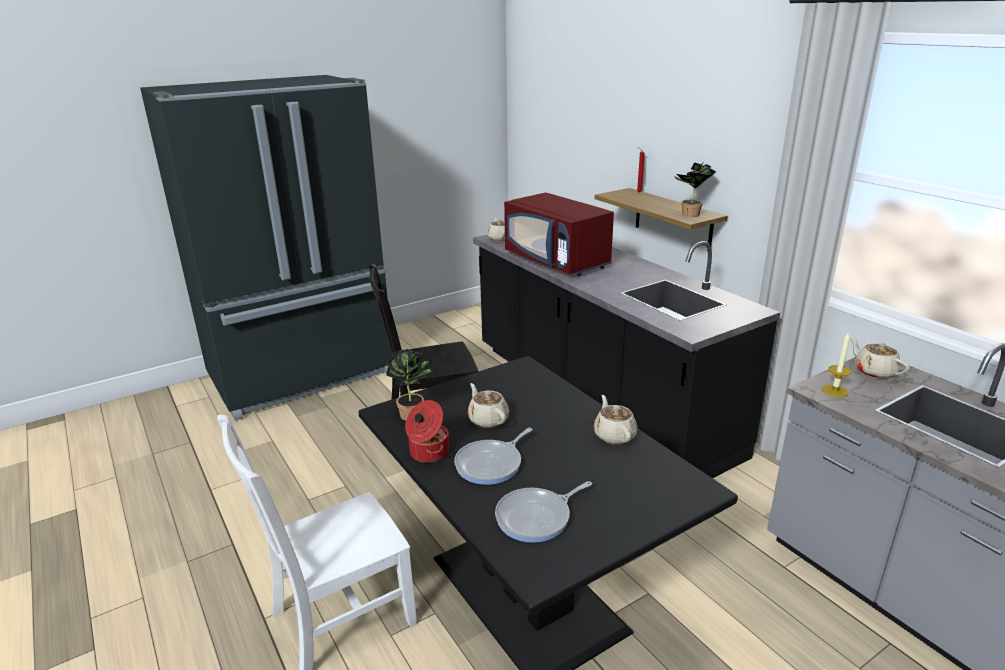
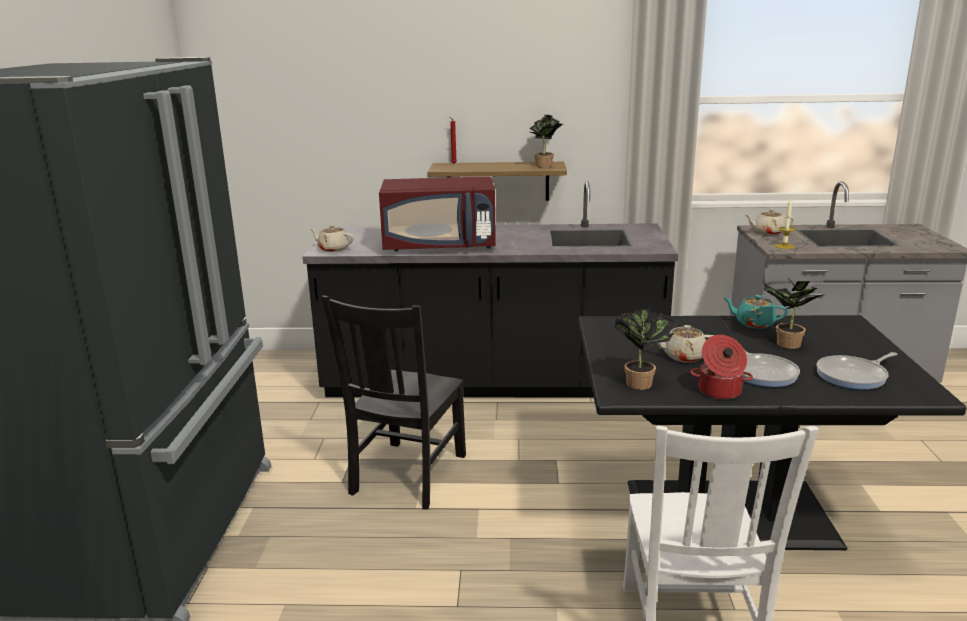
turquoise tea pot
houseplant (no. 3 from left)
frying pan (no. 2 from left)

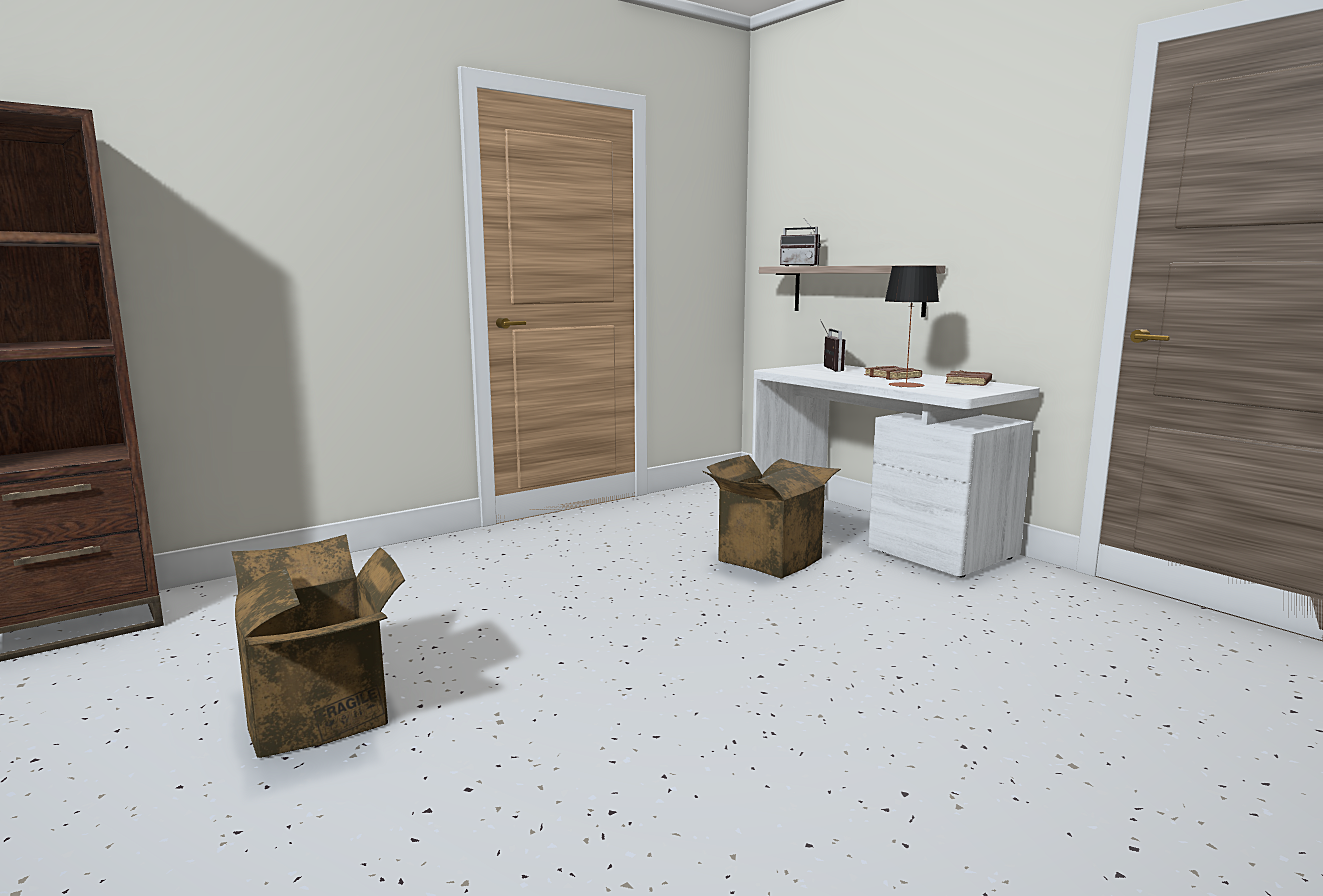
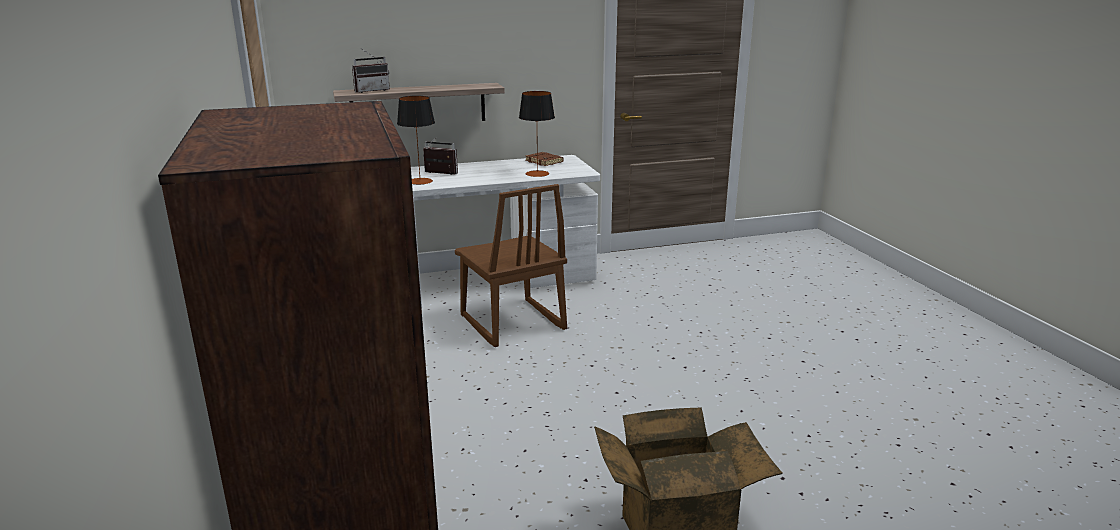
tabletop lamp (no. 1 from left)
brownish chair
brownish book (no. 1 from left in the first image)

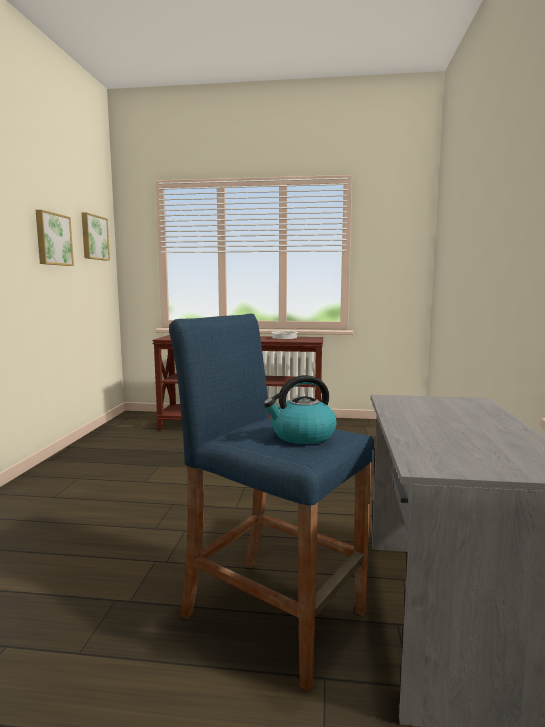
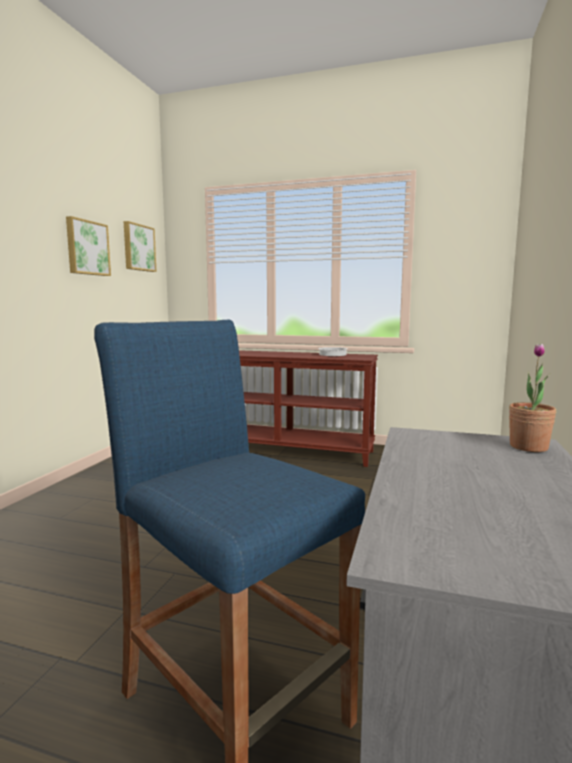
houseplant
tea kettle

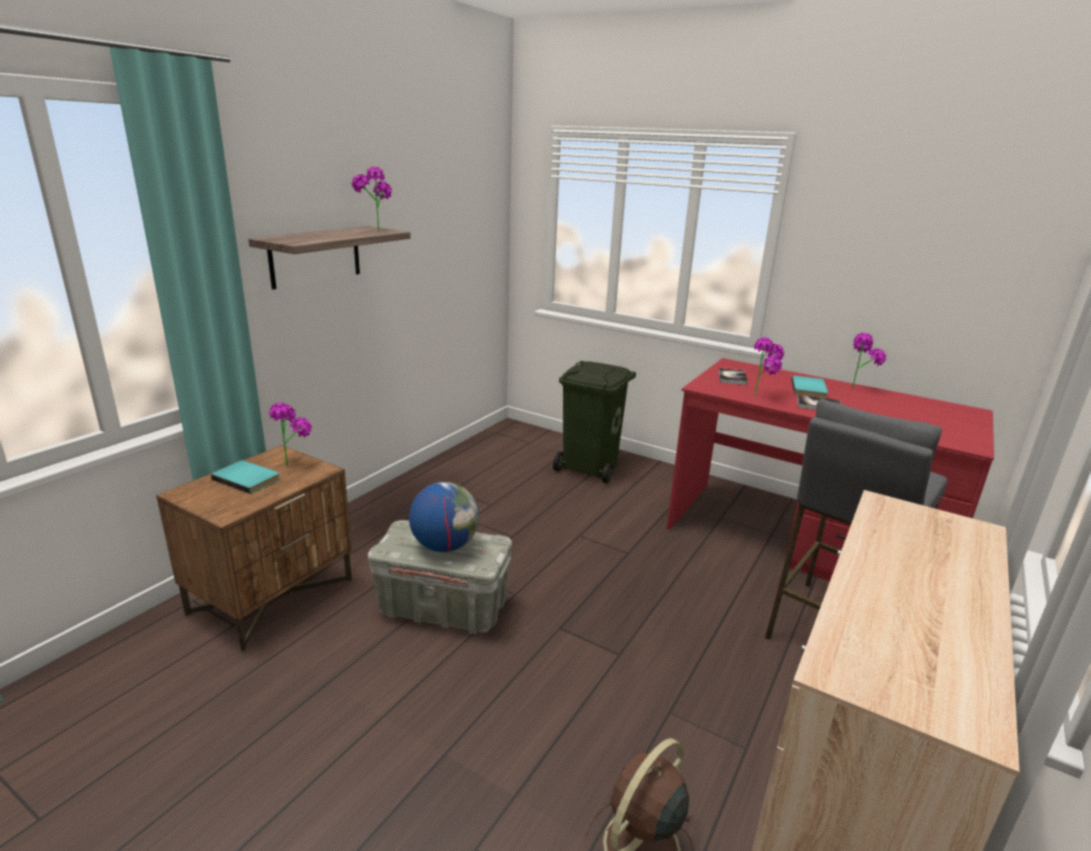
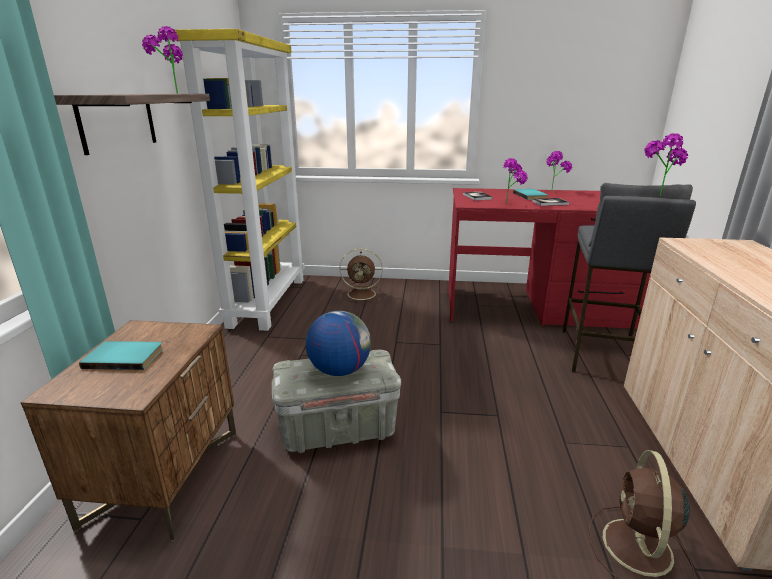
yellow-coloured bookshelf
brownish electric fan (no. 1 from left)
houseplant (no. 4 from left)

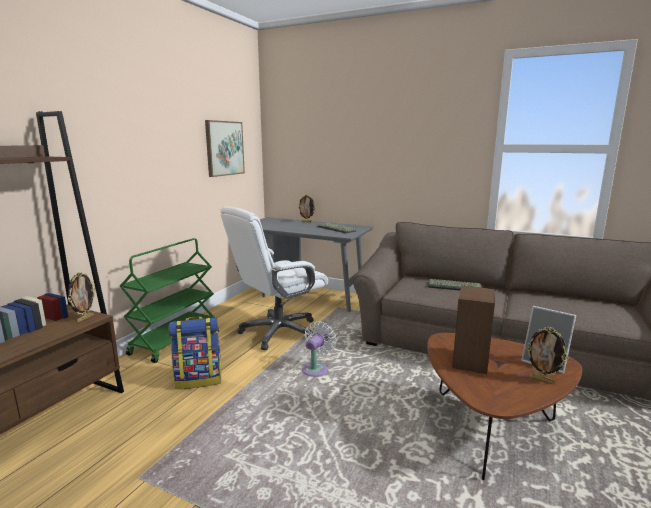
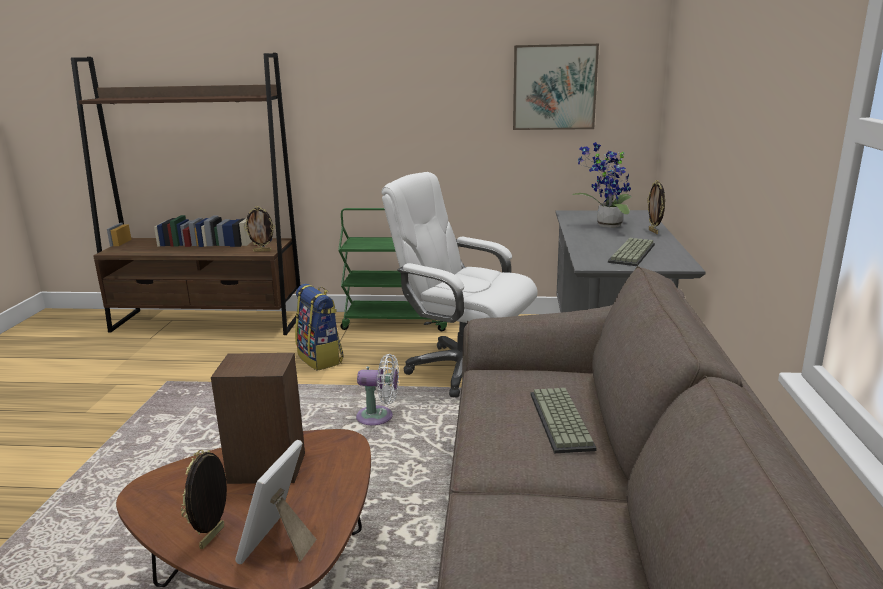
houseplant

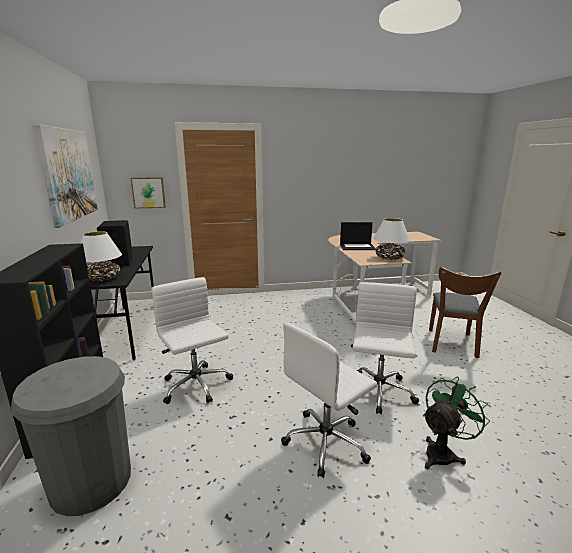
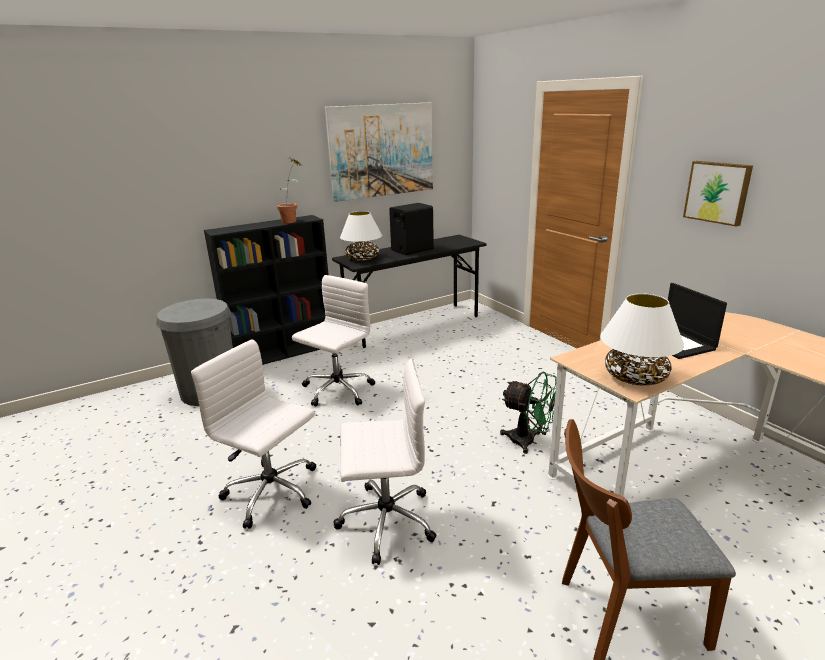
houseplant
greenish electric fan
wall picture (no. 2 from left)

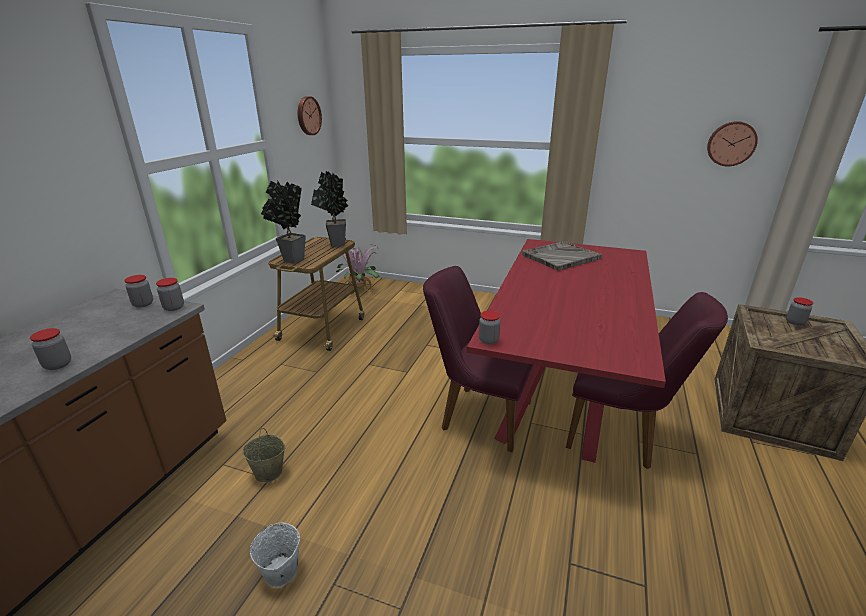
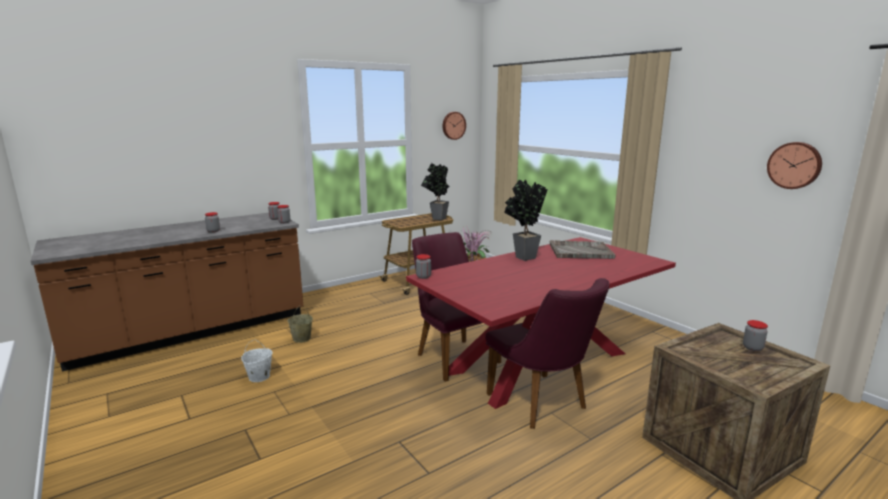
houseplant (no. 3 from left)

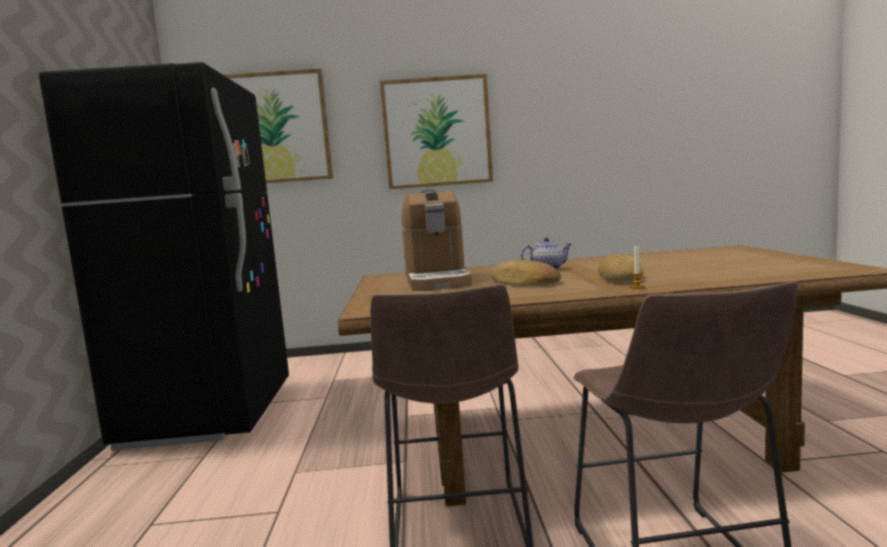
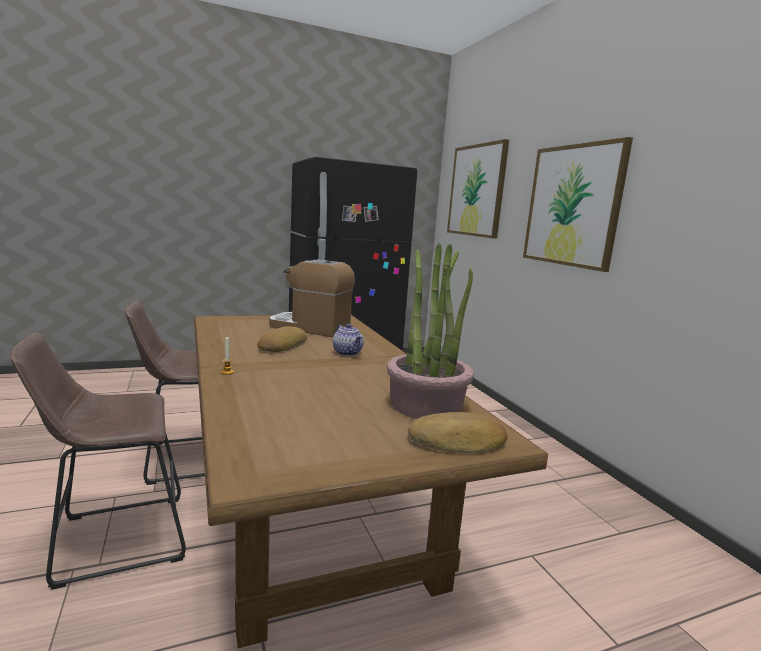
coffee brewer
houseplant
baked bread (no. 2 from left)

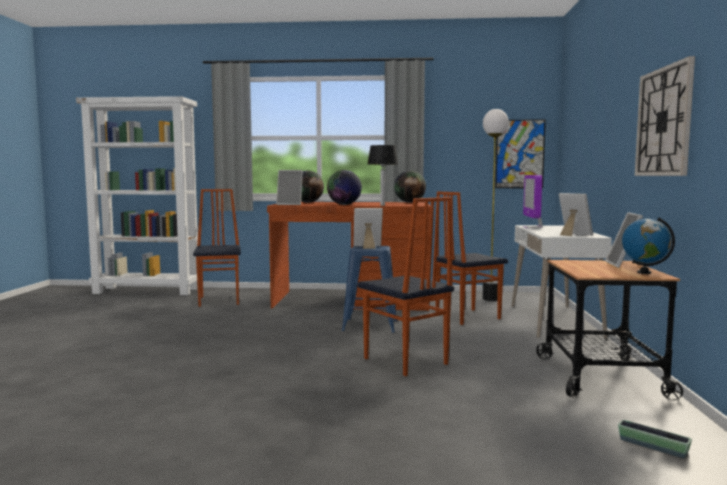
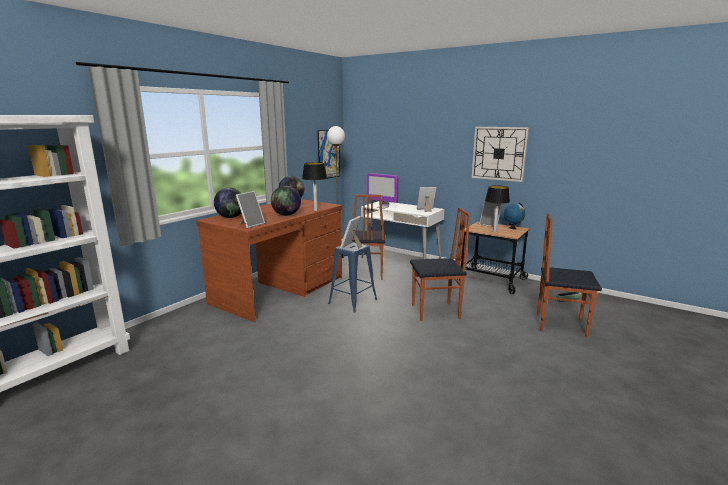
tabletop lamp (no. 2 from left)
chair (no. 3 from left)

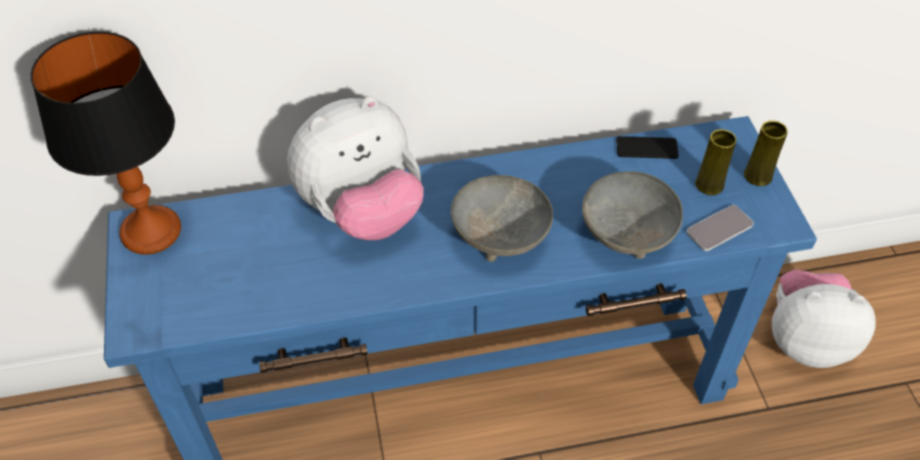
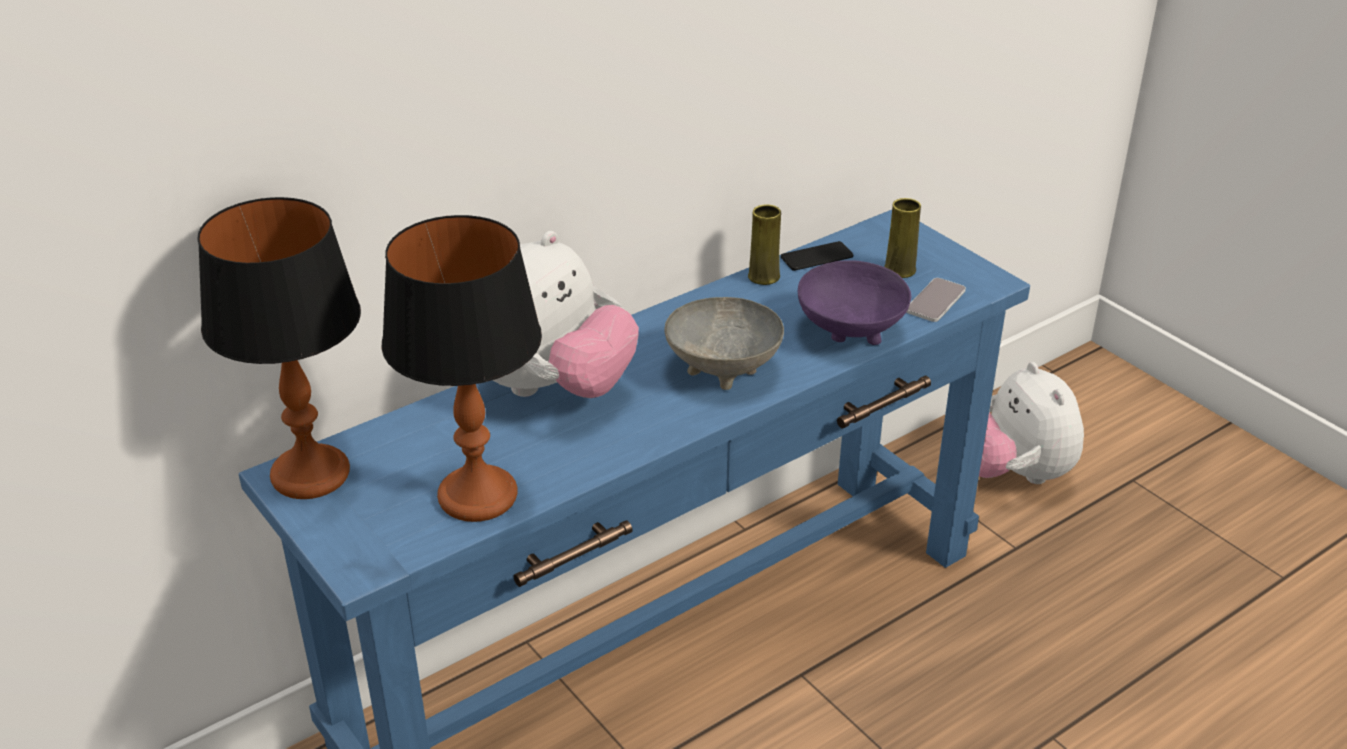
tabletop lamp (no. 2 from left)
yellow-coloured flower vase (no. 1 from left)
purplish serving bowl
plush toy (no. 2 from left)

